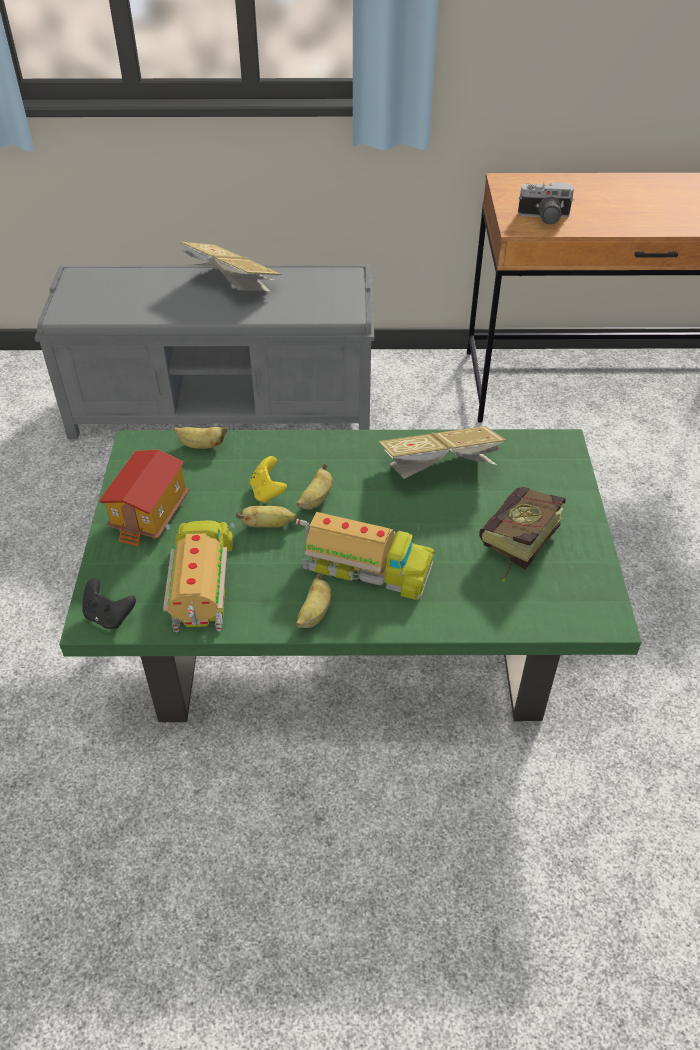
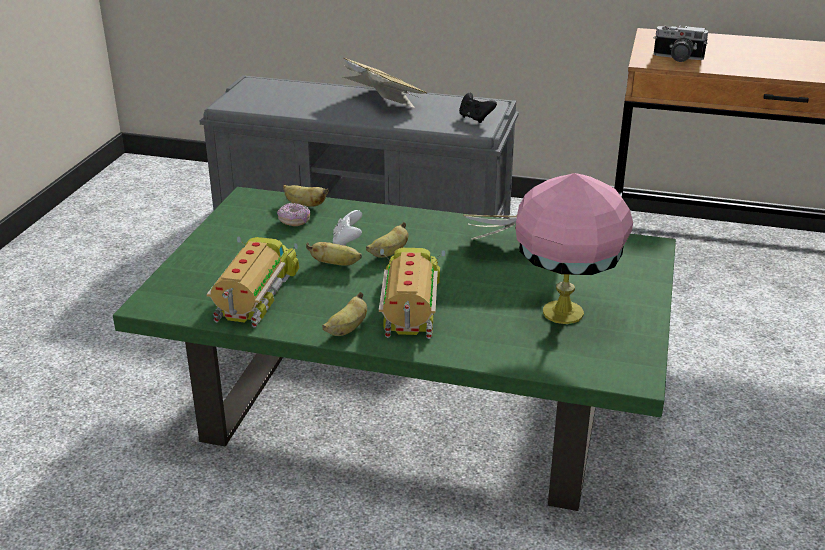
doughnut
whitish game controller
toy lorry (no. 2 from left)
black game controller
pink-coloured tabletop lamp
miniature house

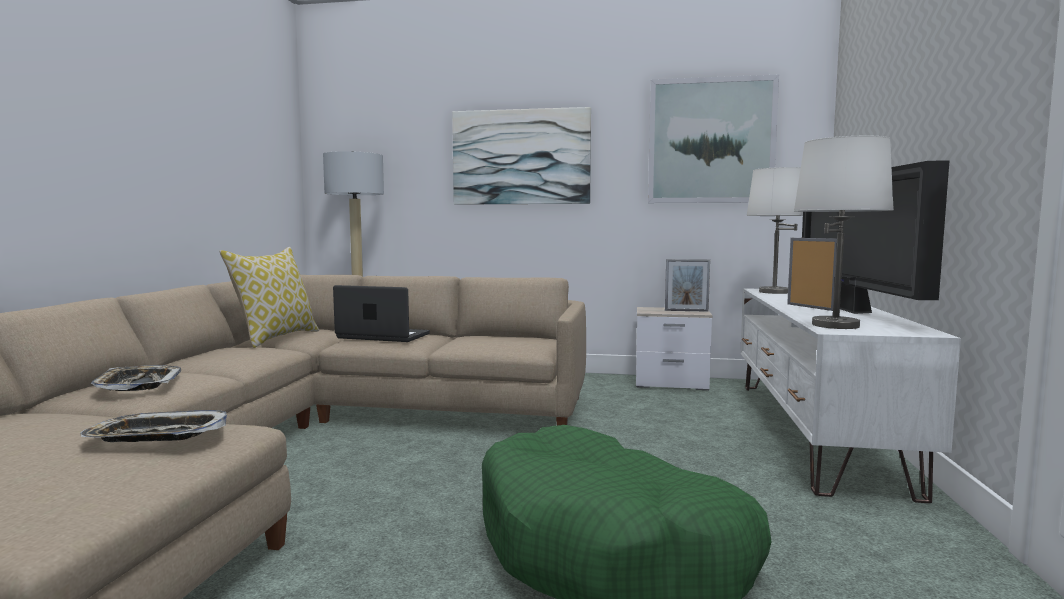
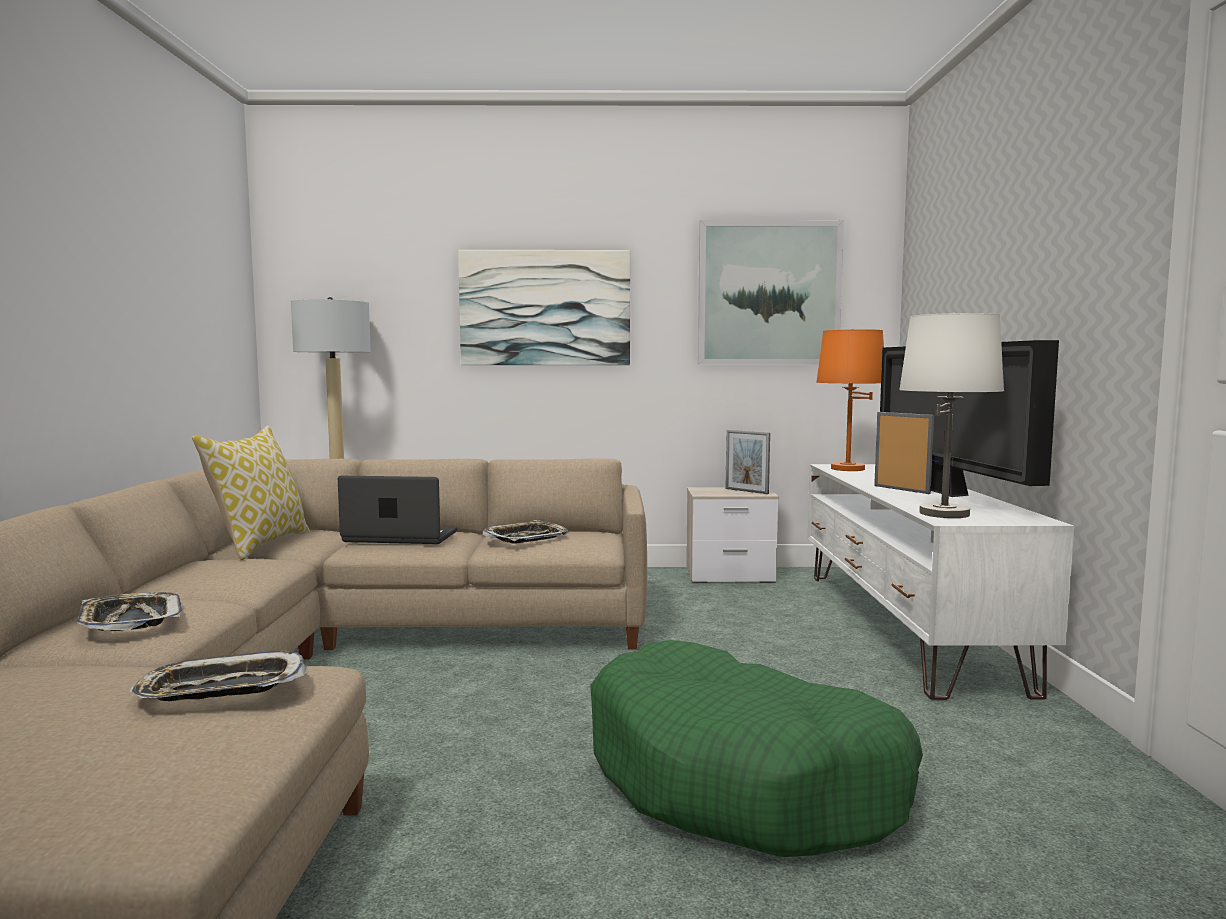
serving tray (no. 3 from left)
standing frame (no. 1 from left)
orange-coloured tabletop lamp

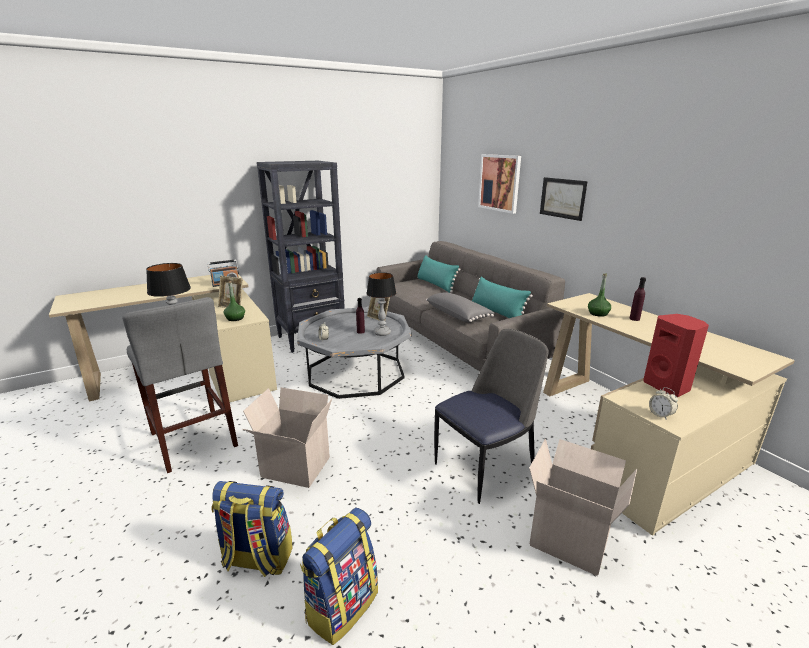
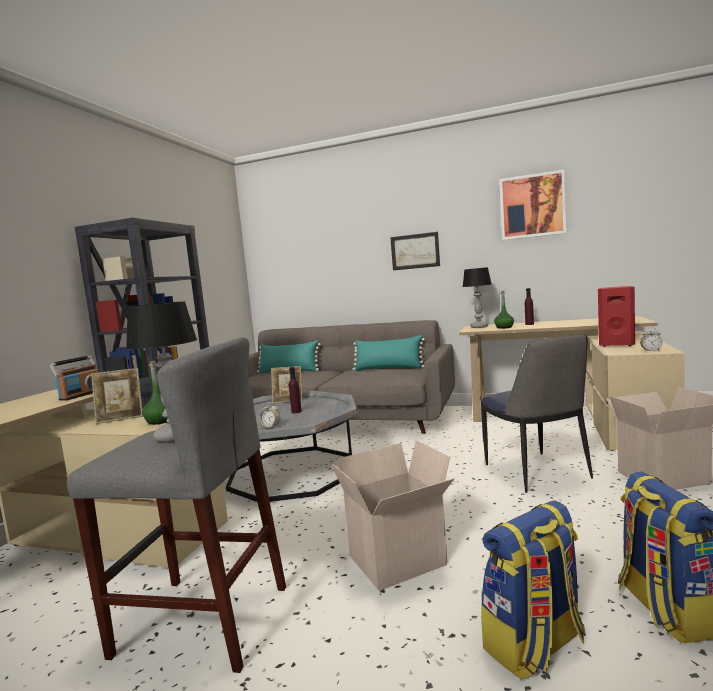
tabletop lamp (no. 2 from left)
chair
wall picture (no. 2 from left)
grey pillow

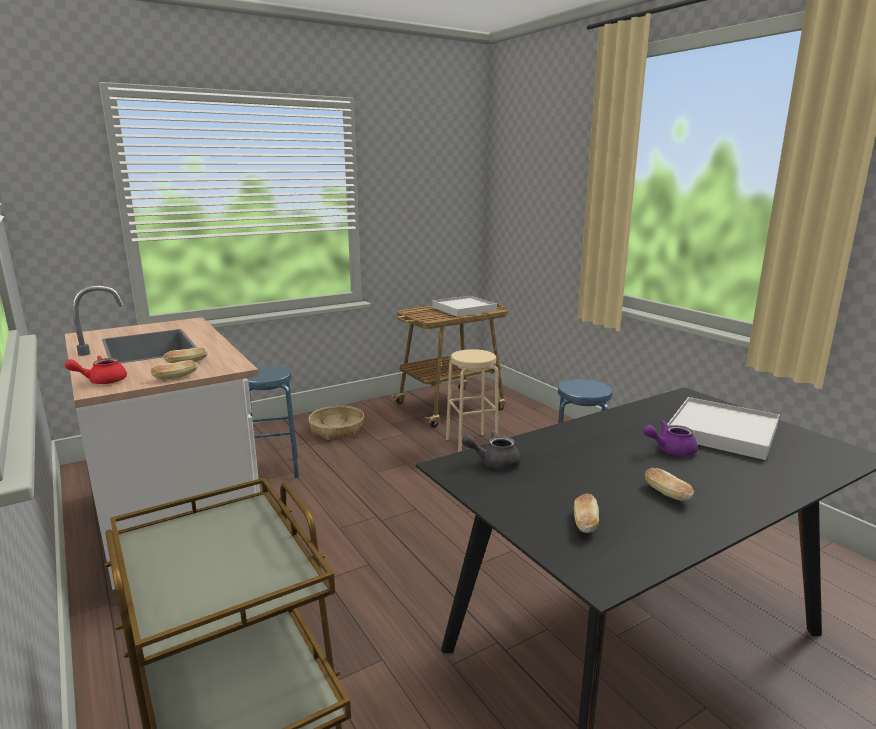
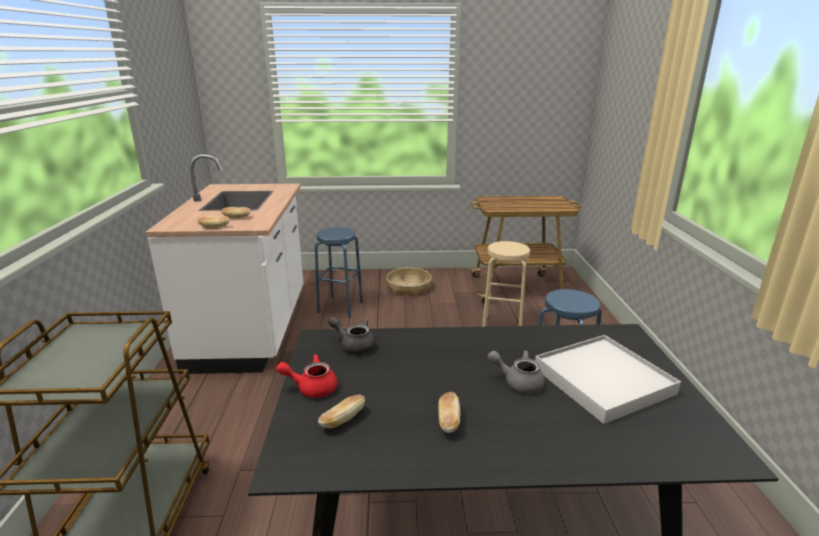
red-coloured tea pot
grey tea pot (no. 2 from left)
whitish serving tray (no. 1 from left in the first image)

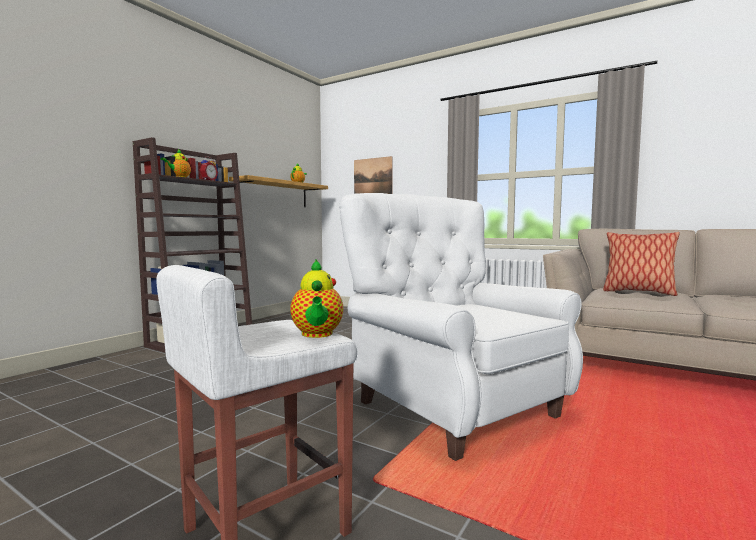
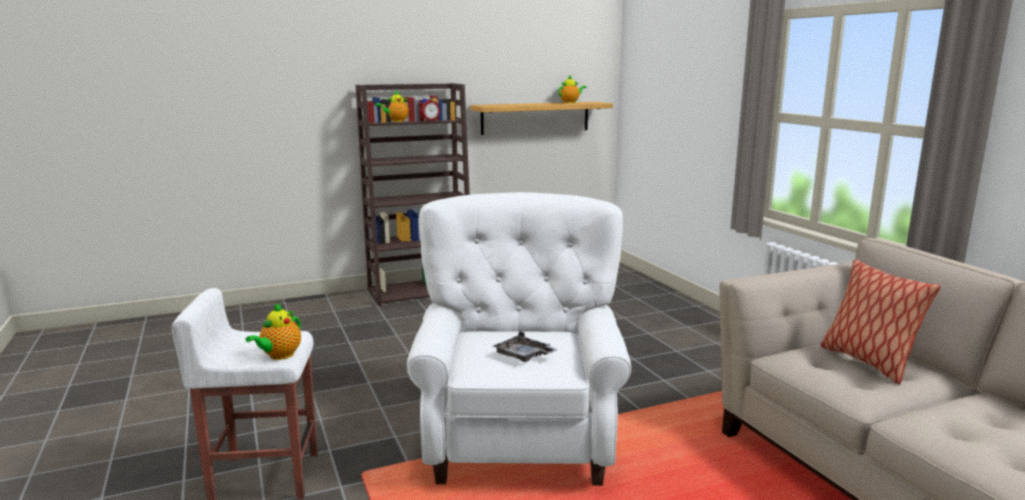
grey serving tray
wall picture

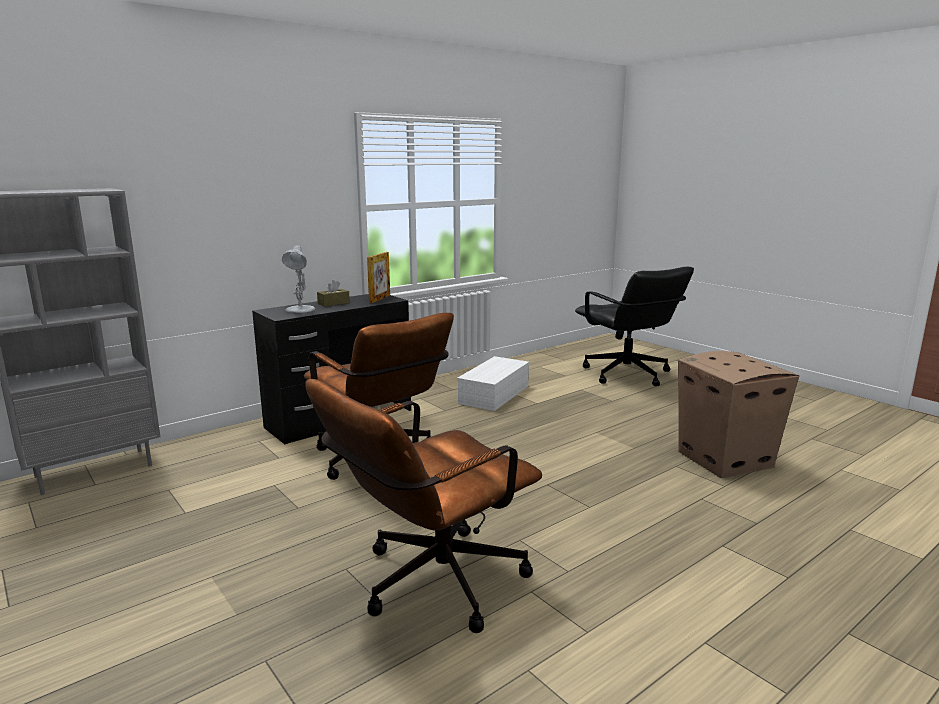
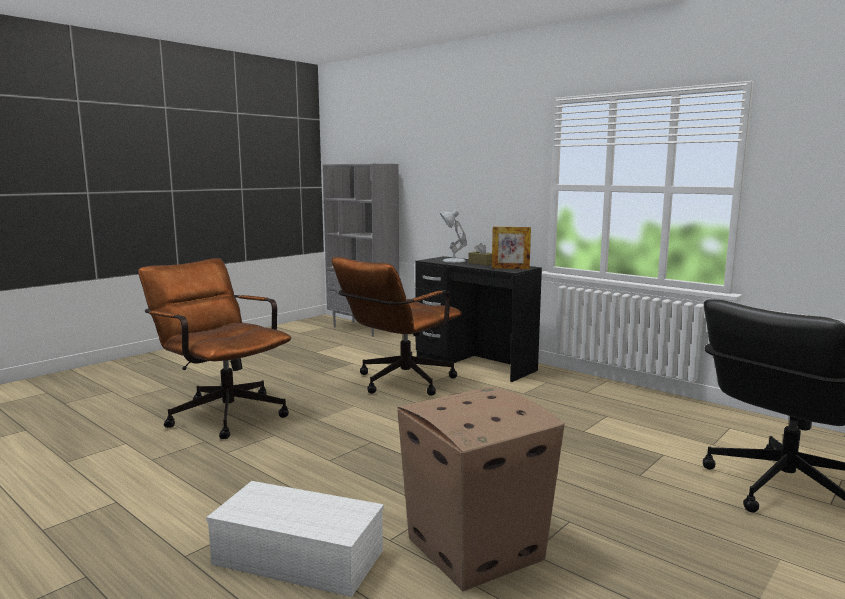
whitish storage container

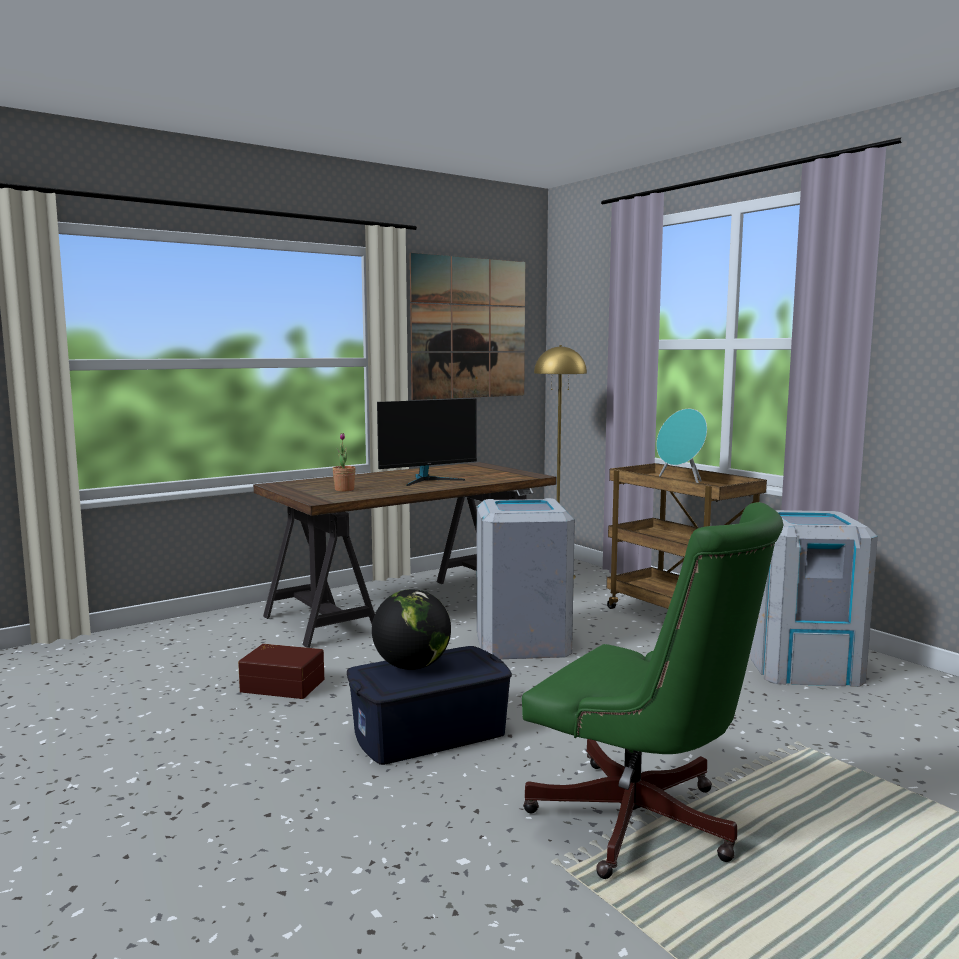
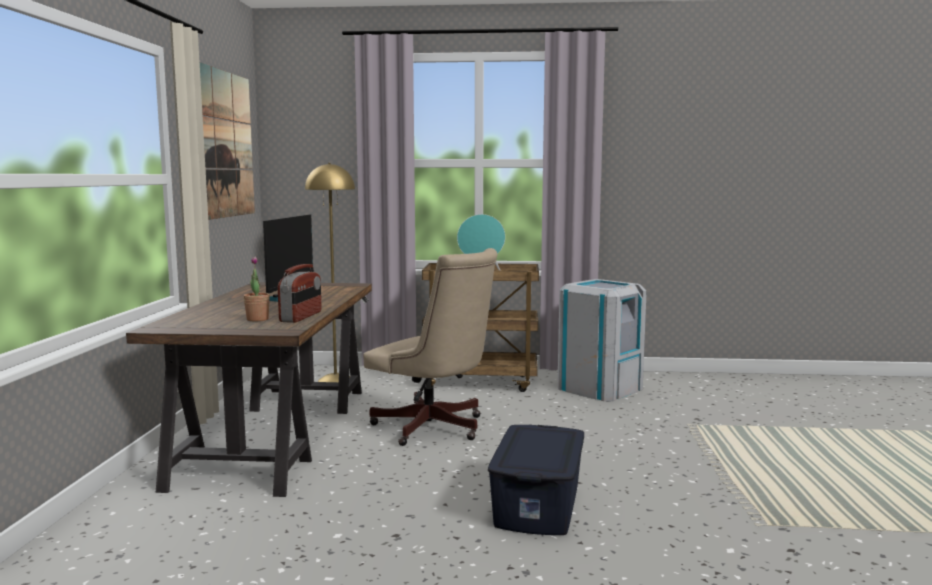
radio
beige-coloured office chair
brownish storage container
desk globe
greenish office chair

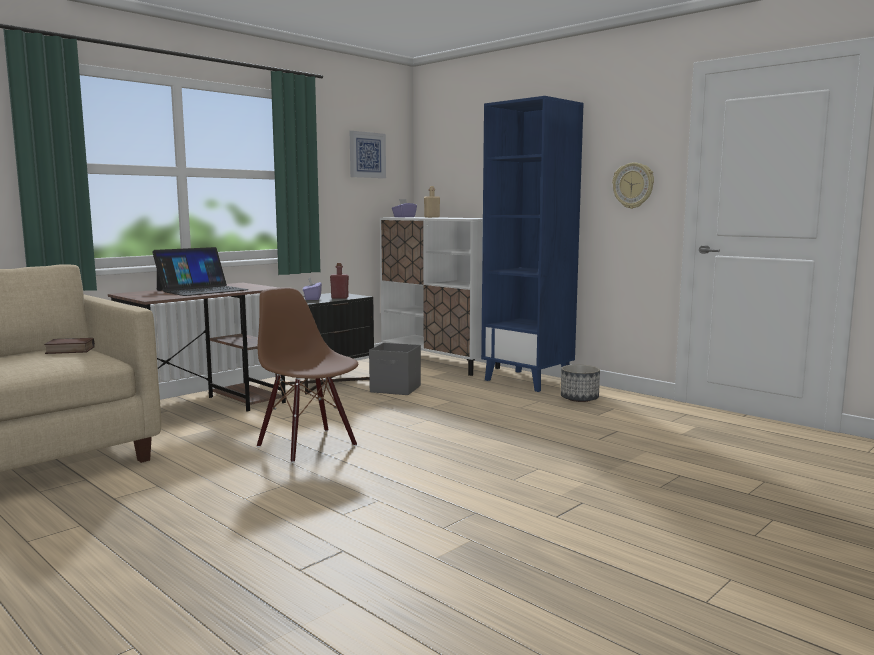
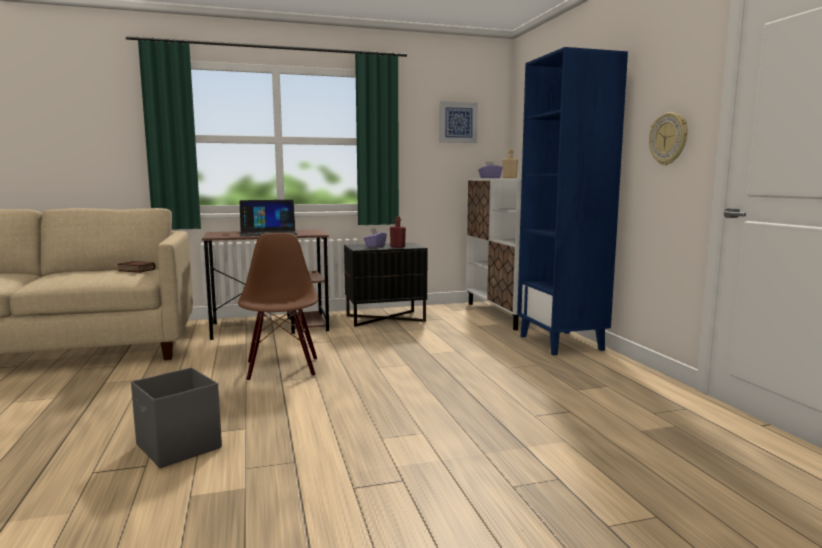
grey storage container
flower pot

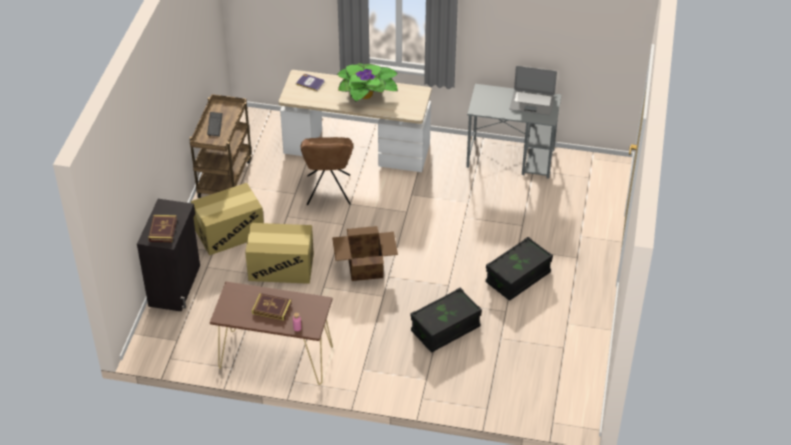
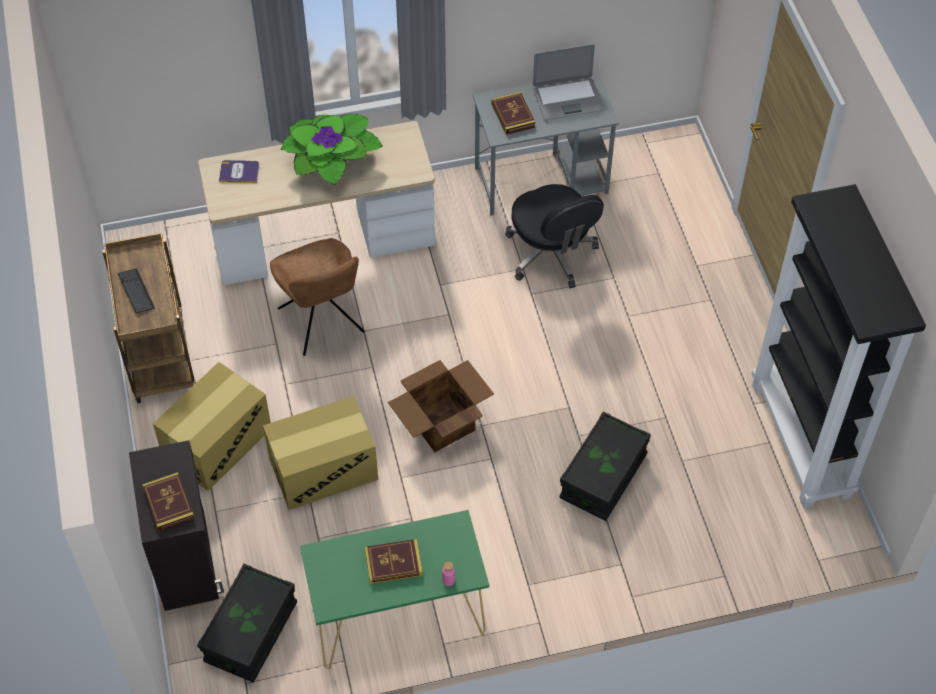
black storage container (no. 1 from left)
greenish hall table
book (no. 4 from left)
black office chair
black bookshelf

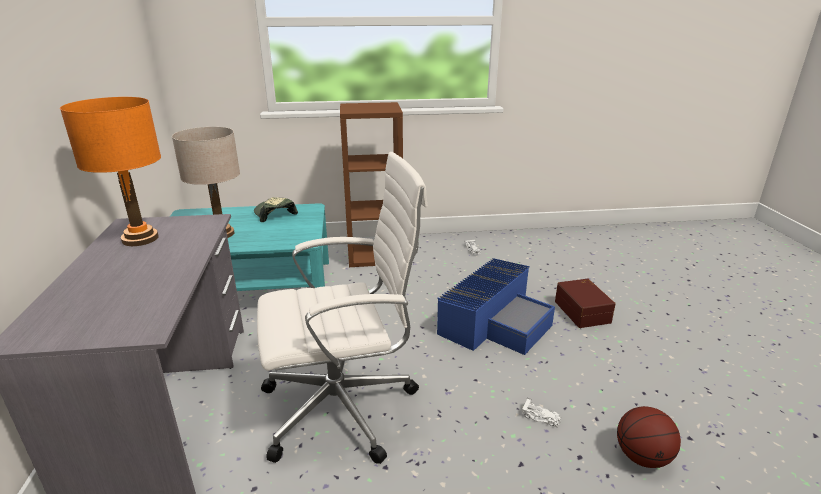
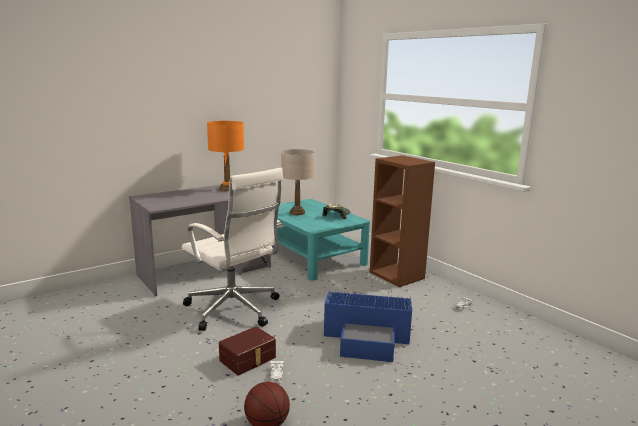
brownish storage container

